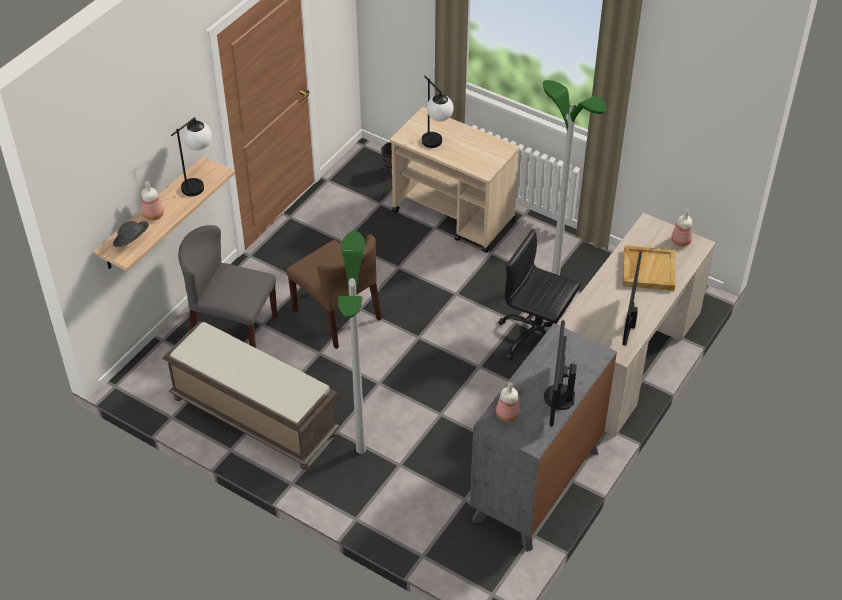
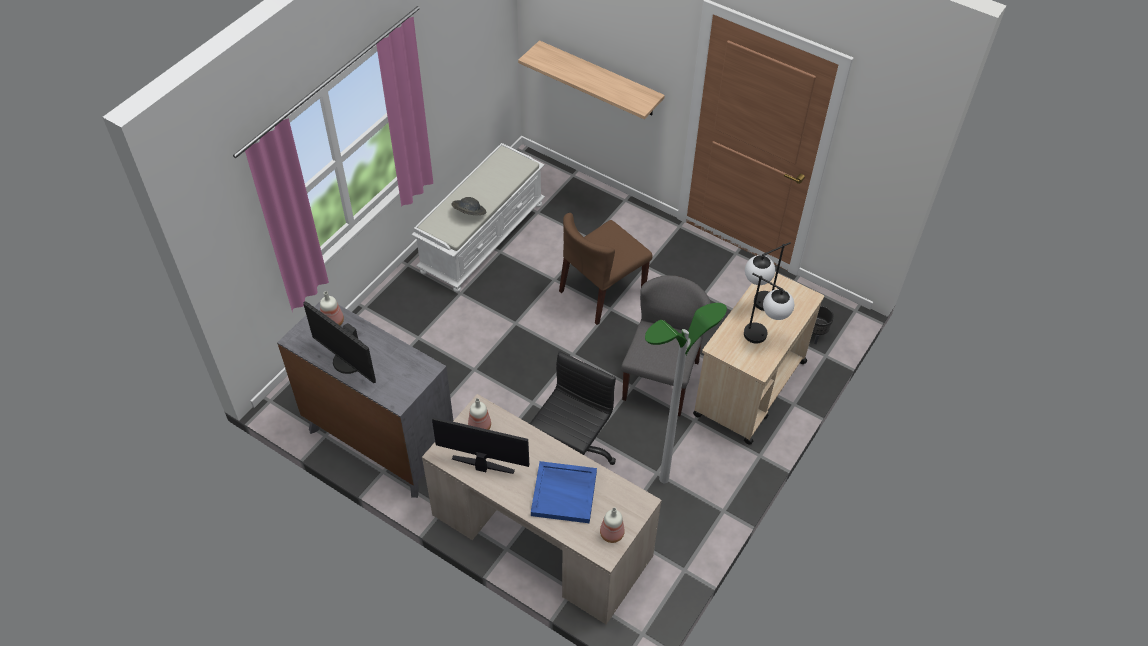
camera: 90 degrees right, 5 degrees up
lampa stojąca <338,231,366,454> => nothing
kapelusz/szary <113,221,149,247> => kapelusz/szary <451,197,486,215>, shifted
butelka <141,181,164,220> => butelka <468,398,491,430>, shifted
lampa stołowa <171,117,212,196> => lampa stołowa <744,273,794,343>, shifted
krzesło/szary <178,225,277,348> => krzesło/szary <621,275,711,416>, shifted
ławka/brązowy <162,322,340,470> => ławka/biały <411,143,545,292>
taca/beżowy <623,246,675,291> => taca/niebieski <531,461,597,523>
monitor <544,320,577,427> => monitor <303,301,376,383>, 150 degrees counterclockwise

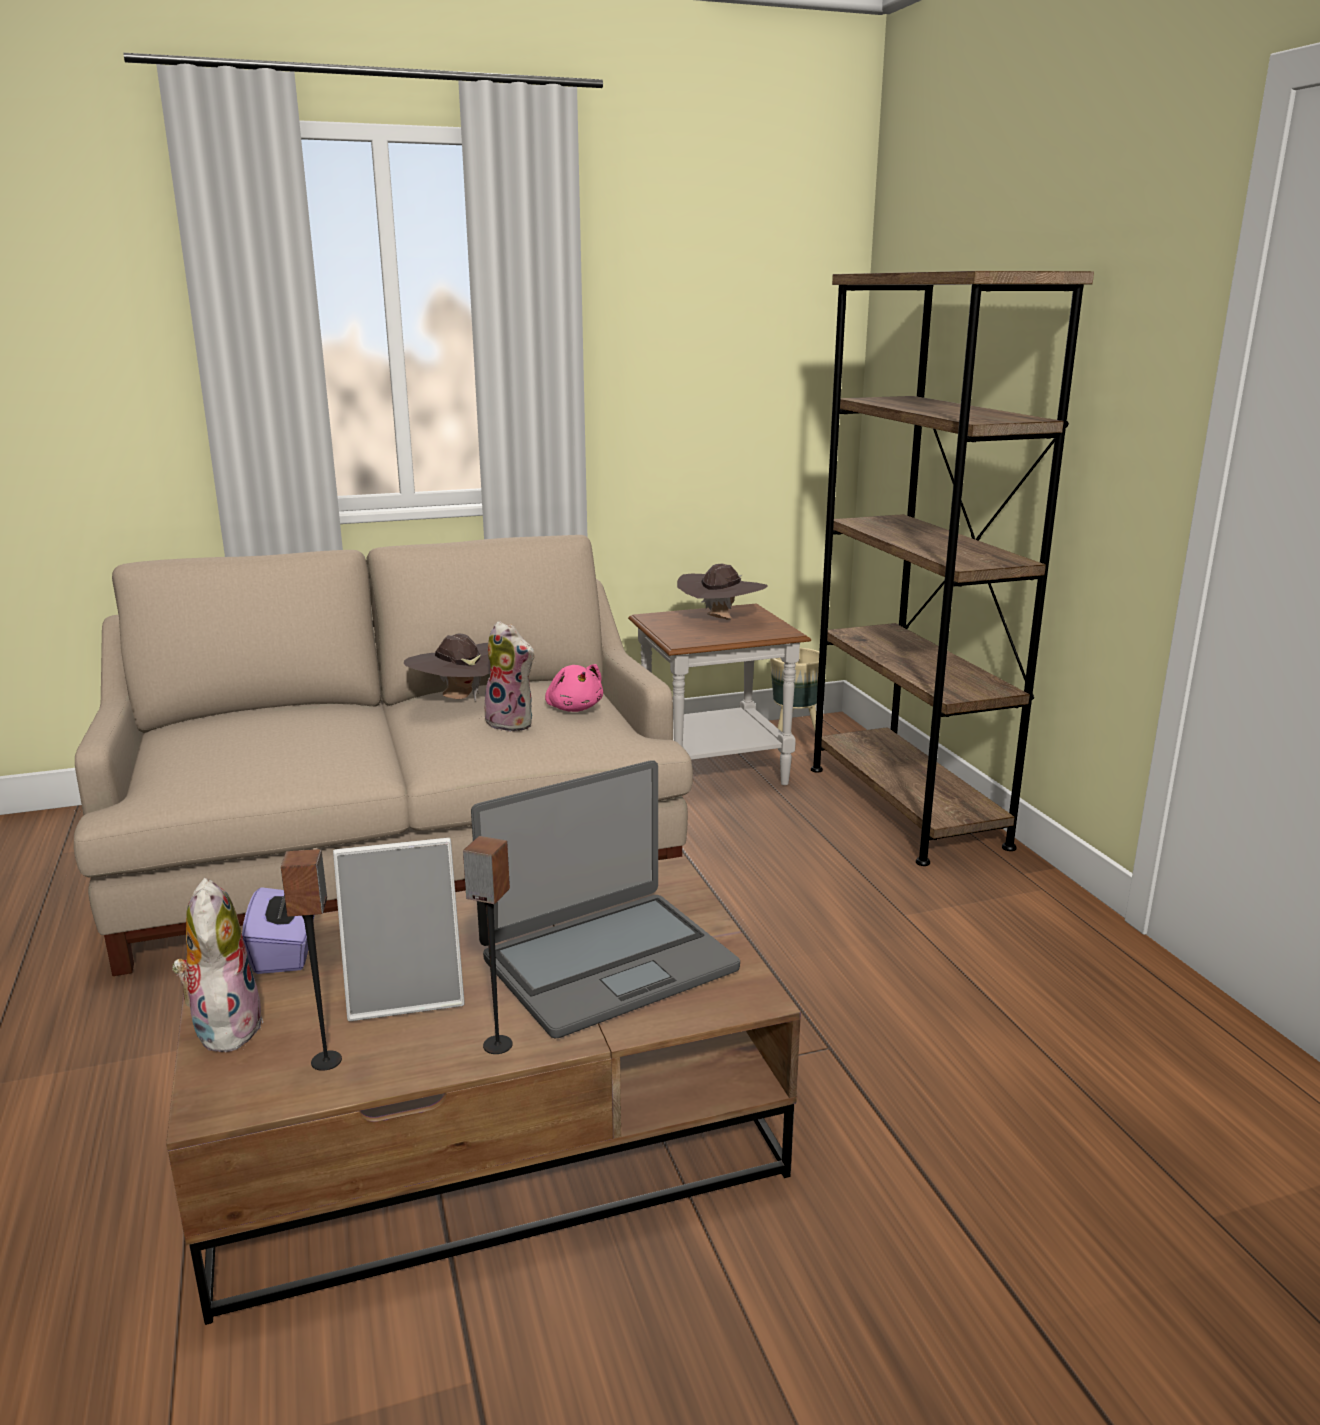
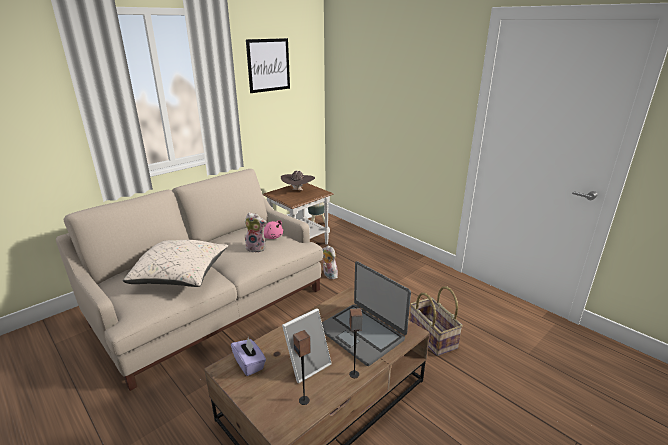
camera: 25 degrees left, 5 degrees up
kapelusz/brązowy <404,633,491,702> => nothing
regał/brązowy <811,271,1094,866> => nothing
nothing => poduszka/beżowy <123,240,228,287>
nothing => obraz <246,38,290,93>
nothing => koszyk <409,286,463,356>
pluszak <172,878,263,1052> => pluszak <323,245,338,279>, shifted
laptop <471,760,740,1039> => laptop <322,261,411,366>, 105 degrees clockwise

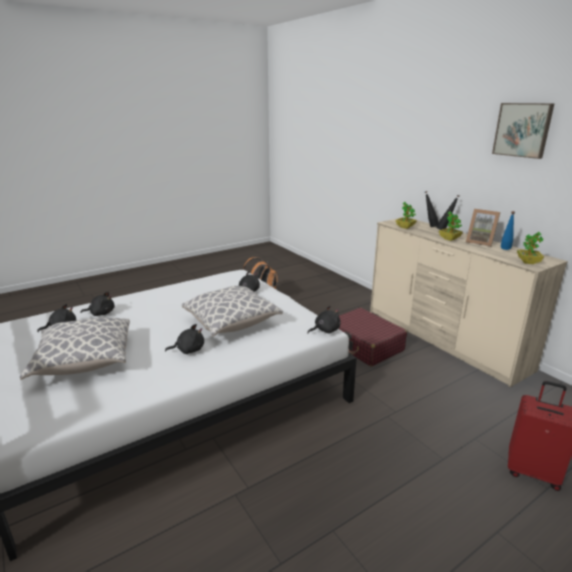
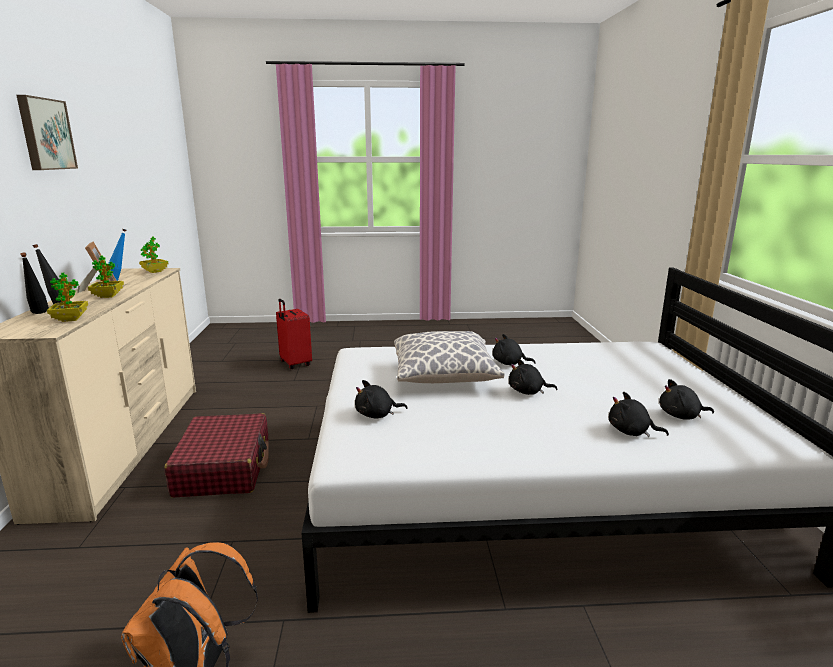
camera: 150 degrees left, 5 degrees down
poduszka <20,317,130,380> => nothing
pluszak/czarny <307,306,341,333> => pluszak/czarny <509,359,557,395>, shifted

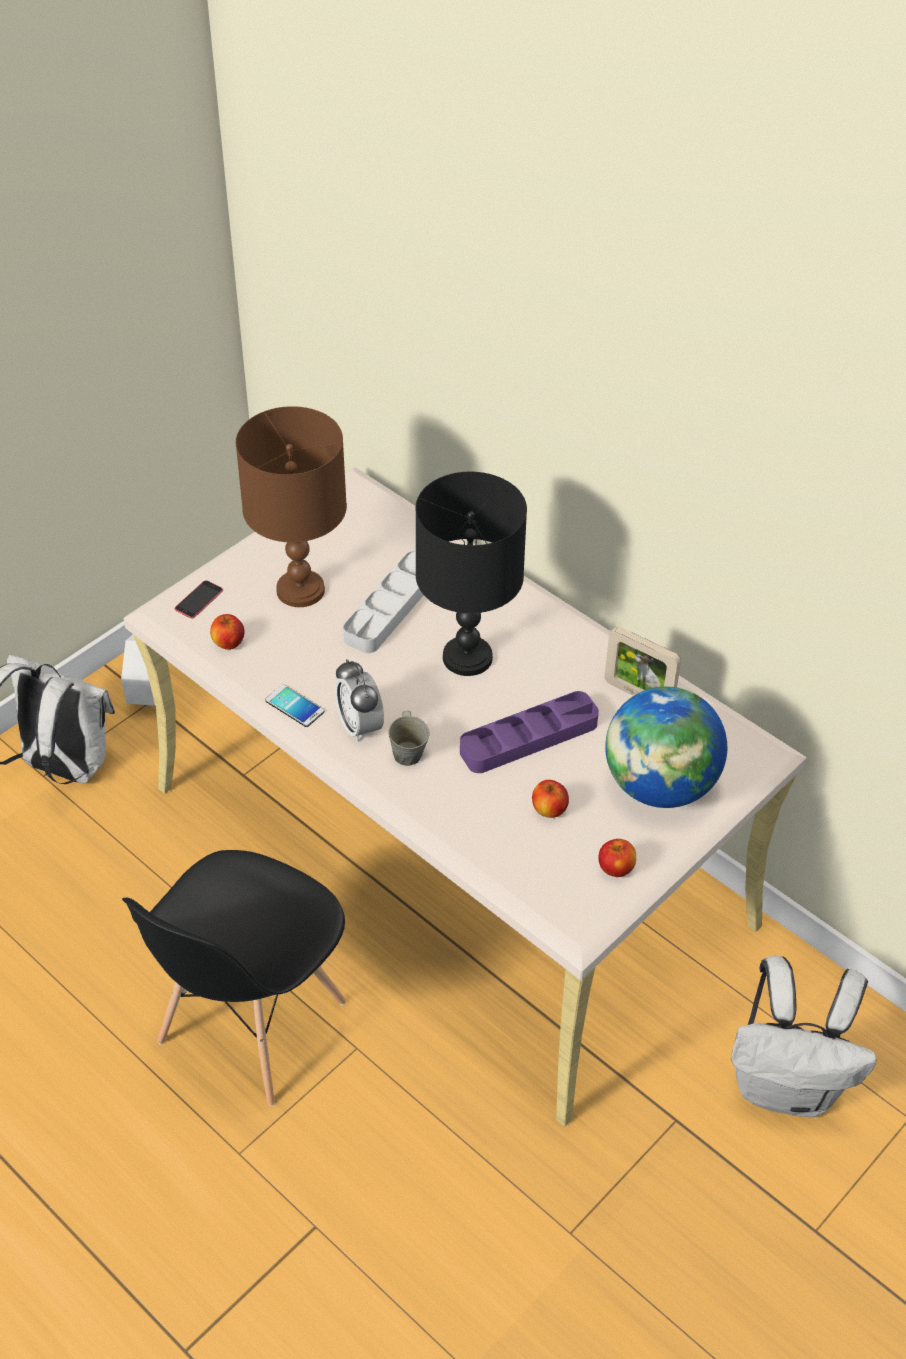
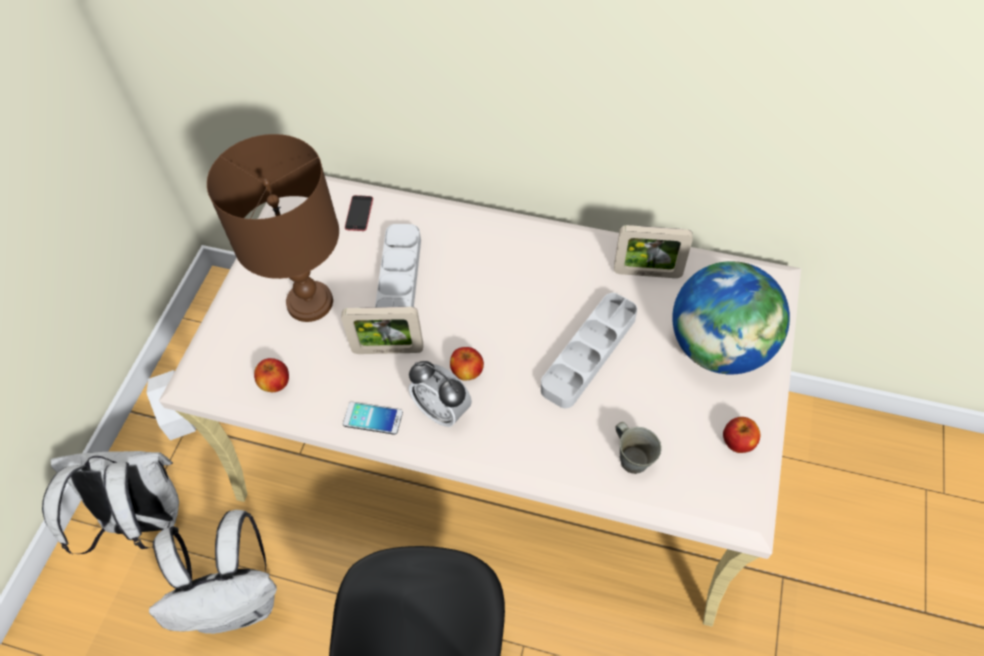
camera: 25 degrees left, 10 degrees up
lampa stołowa/czarny <416,472,527,676> => nothing
nothing => ramka na zdjęcie <341,307,423,354>
telefon <175,580,223,619> => telefon <345,195,373,231>, shifted
kubek/szary <388,711,429,766> => kubek/szary <616,422,662,474>, shifted
jabłko <532,780,569,818> => jabłko <450,347,484,381>, shifted
plecak/biały <731,956,877,1117> => plecak/biały <149,510,277,634>, shifted
taca/fioletowy <460,691,599,773> => taca/szary <541,293,637,408>

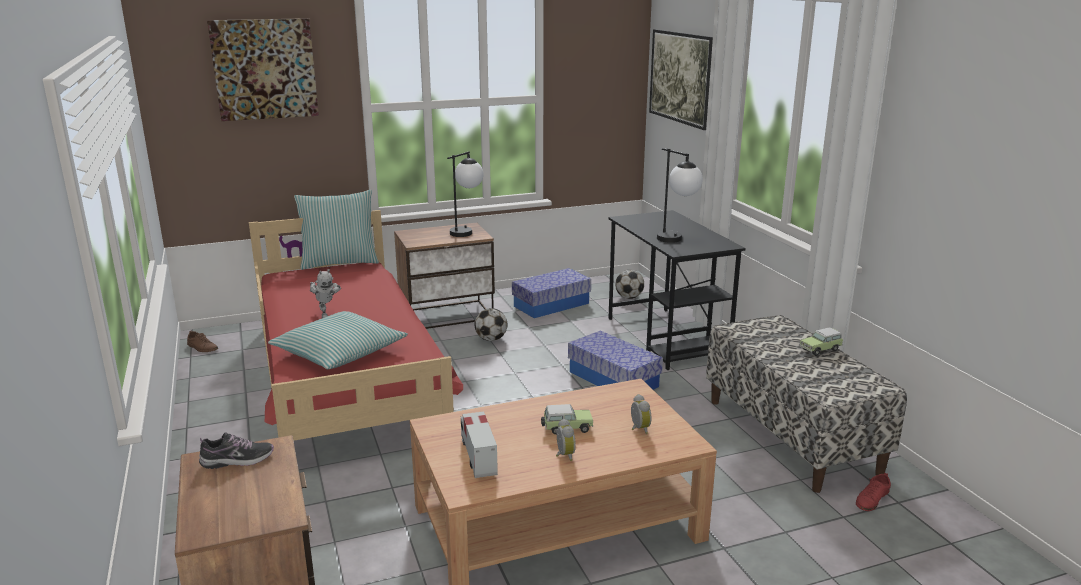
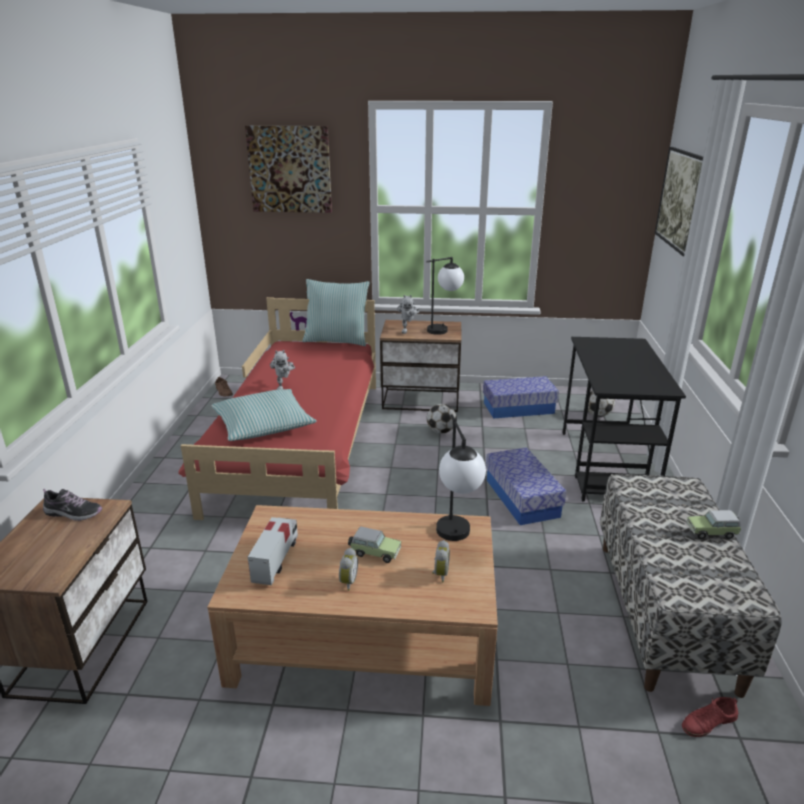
camera: 25 degrees right, 5 degrees up
nothing => robot zabawkowy <397,295,419,334>
lampa stołowa <657,148,703,243> => lampa stołowa <436,414,486,541>, shifted

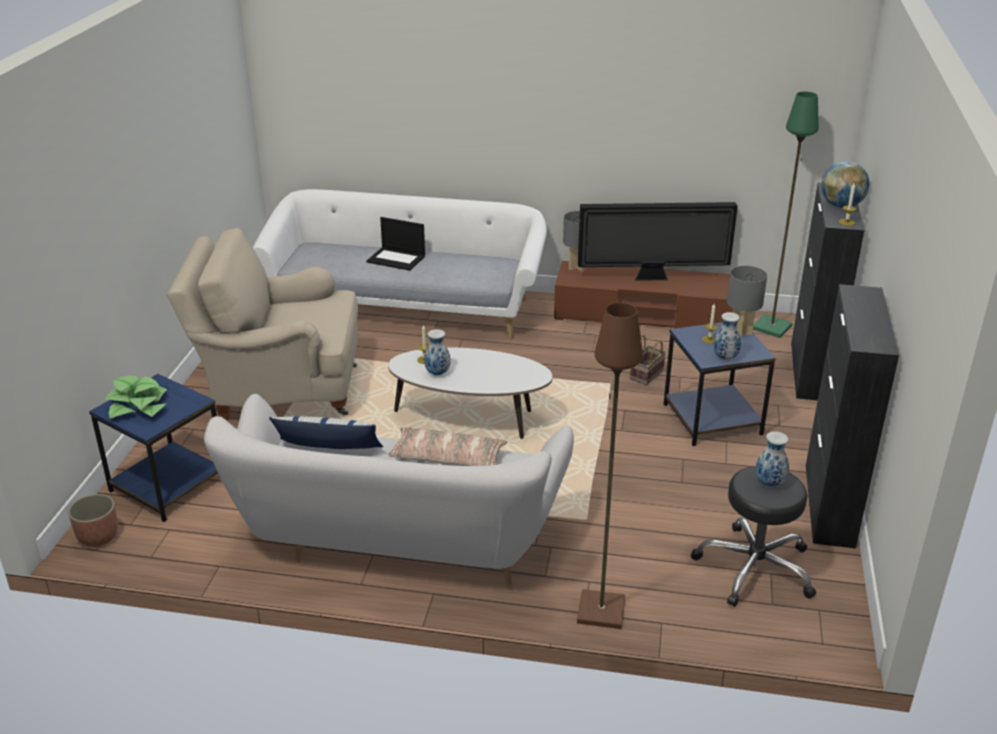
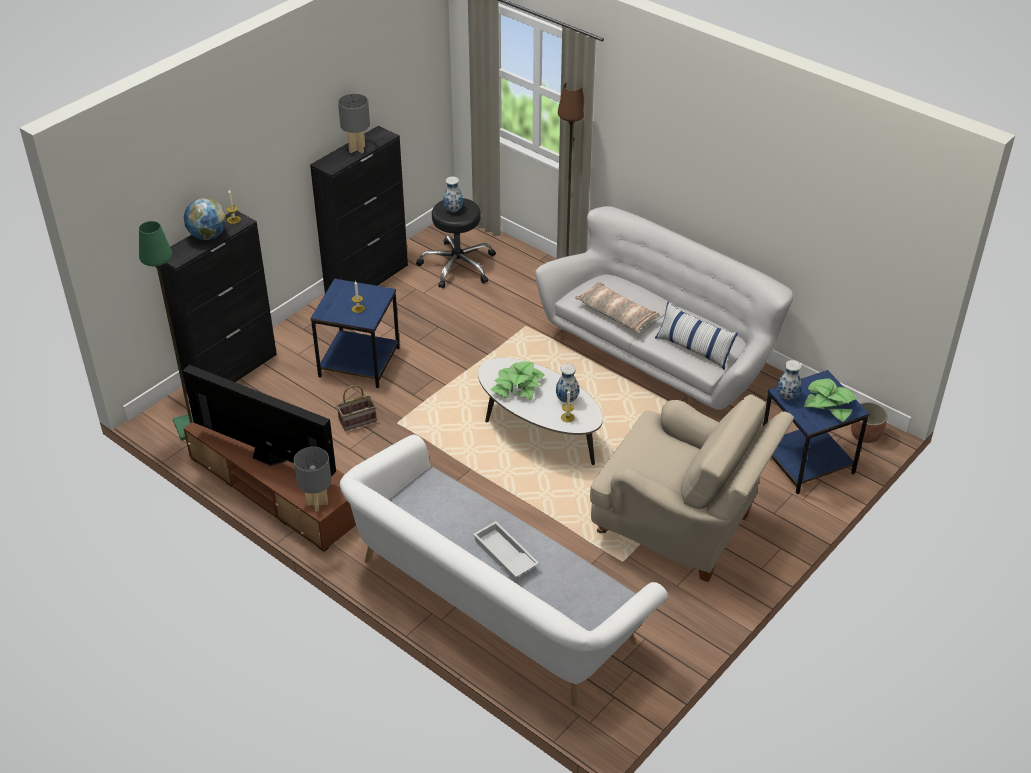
camera: 150 degrees left, 10 degrees up
nothing => roślina doniczkowa <490,361,544,400>
wazon <713,312,741,360> => wazon <777,360,802,400>, shifted
lampa stołowa/szary <727,266,767,338> => lampa stołowa/szary <338,93,370,153>, shifted
laptop <367,217,425,271> => taca/biały <473,521,539,577>

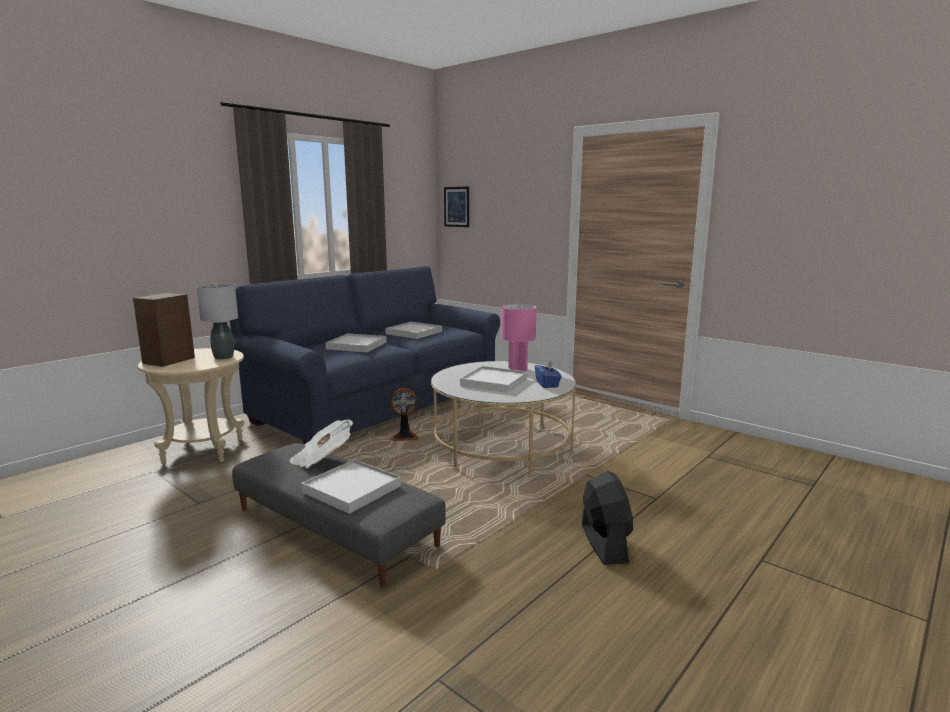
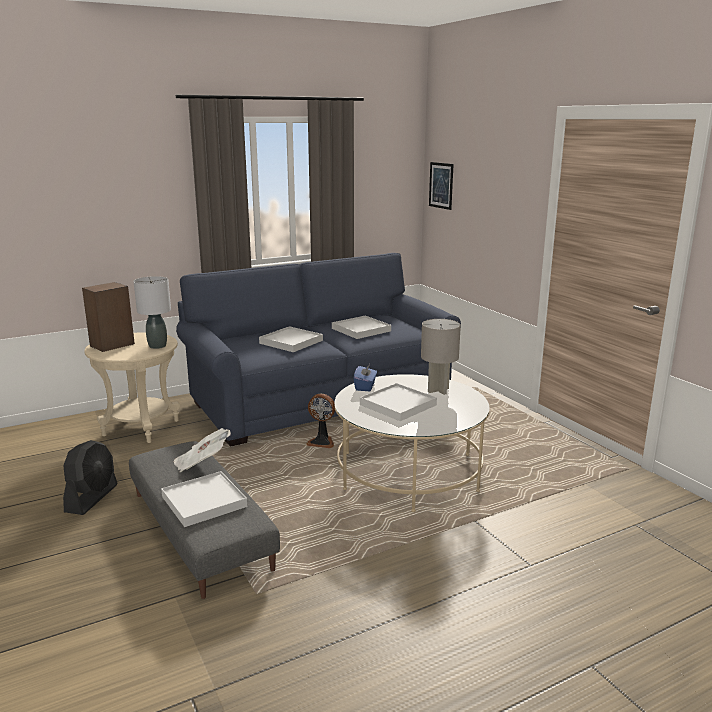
camera: 20 degrees right, 5 degrees up
pudełko chusteczek/niebieski <535,361,561,388> => pudełko chusteczek/niebieski <354,364,377,391>, shifted
wentylator/czarny <582,471,633,565> => wentylator/czarny <63,440,117,515>, shifted
lampa stołowa/różowy <501,304,537,371> => lampa stołowa/szary <421,319,461,395>

